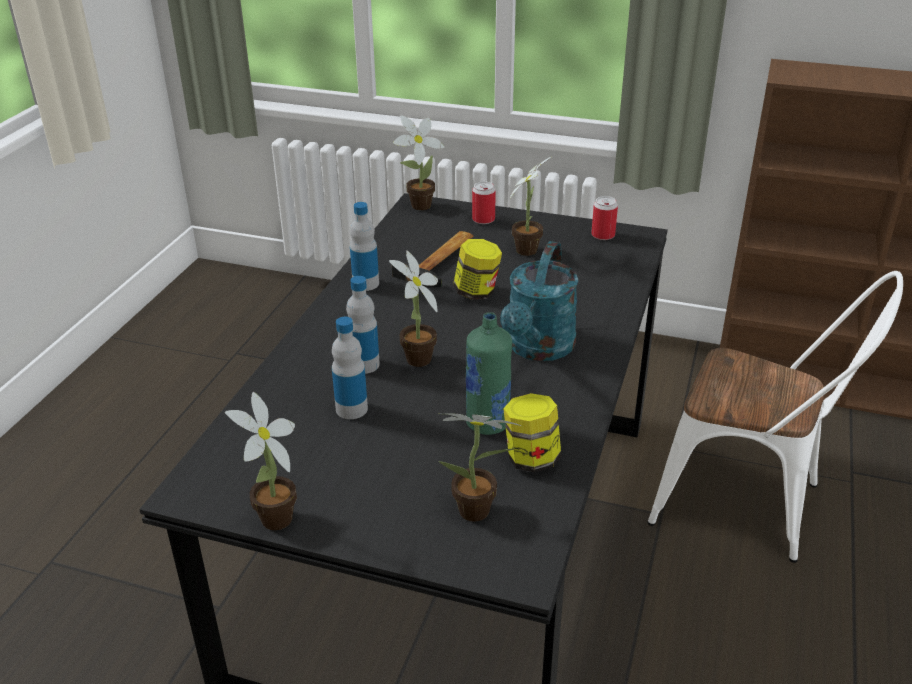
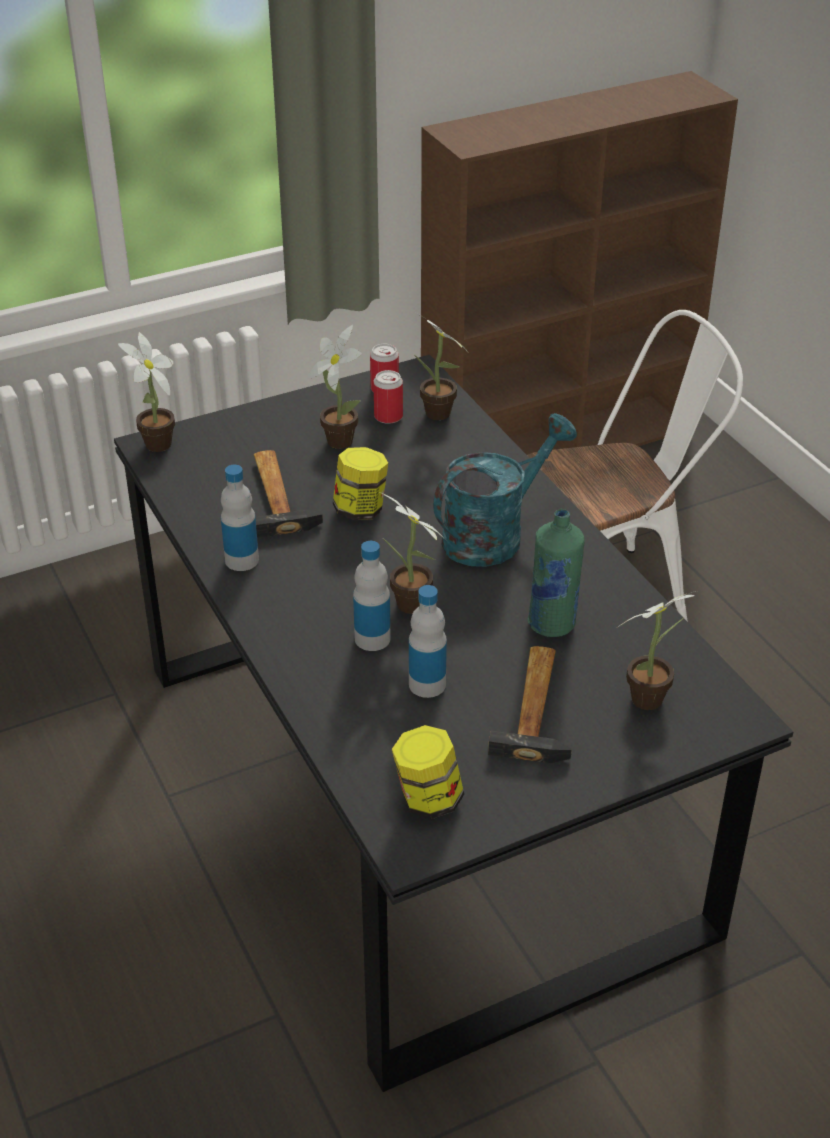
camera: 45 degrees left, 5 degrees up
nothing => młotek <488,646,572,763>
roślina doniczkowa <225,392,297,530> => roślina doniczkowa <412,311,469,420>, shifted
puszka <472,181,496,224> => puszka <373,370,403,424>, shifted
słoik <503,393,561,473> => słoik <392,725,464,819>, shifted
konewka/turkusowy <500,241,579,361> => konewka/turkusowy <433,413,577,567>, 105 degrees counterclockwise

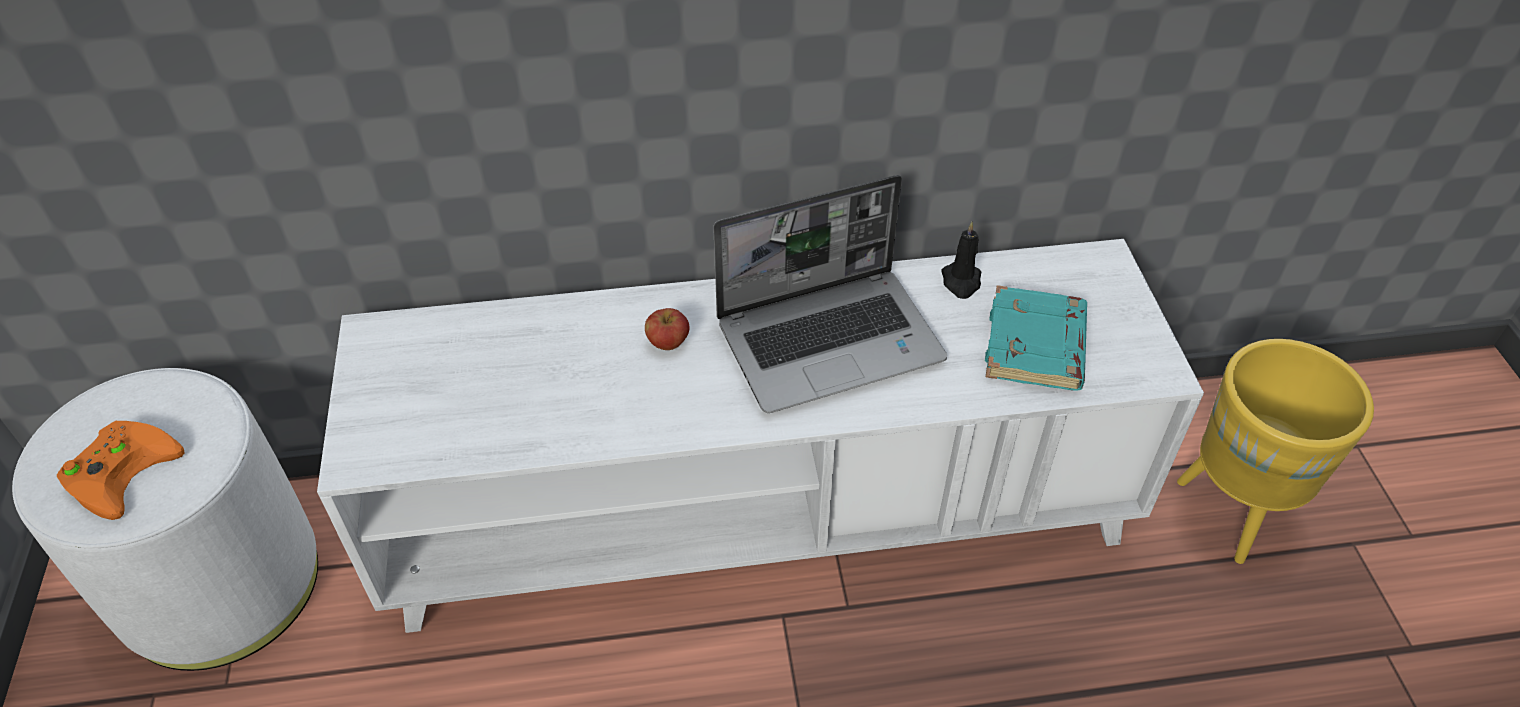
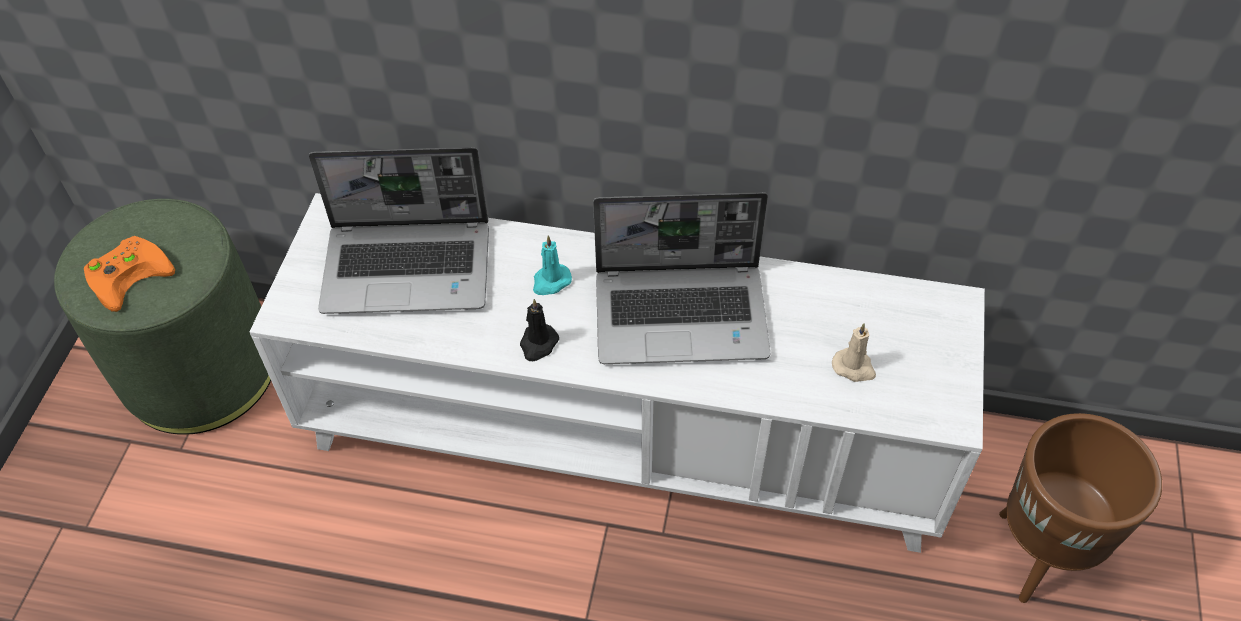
camera: 20 degrees right, 5 degrees up
nothing => laptop <309,147,489,314>
świeca/czarny <941,222,981,299> => świeca/czarny <520,299,559,361>, shifted
jabłko <645,308,690,350> => świeca/turkusowy <533,235,572,295>
książka/turkusowy <985,285,1087,391> => świeca/beżowy <832,323,876,382>
pufa/biały <12,368,318,671> => pufa/zielony <54,199,271,435>
donica/żółty <1177,339,1374,564> => donica/brązowy <999,413,1162,603>

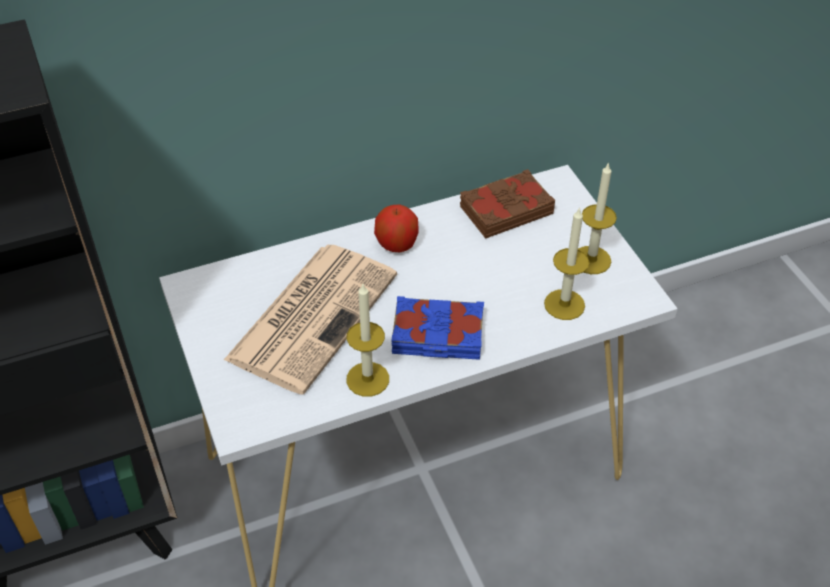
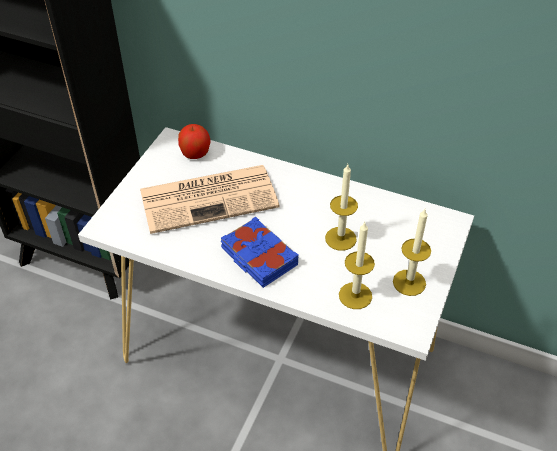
camera: 45 degrees right, 0 degrees up
książka/brązowy <460,169,555,239> => nothing
świeca <346,284,389,396> => świeca <325,164,358,251>, shifted
jabłko <374,205,419,252> => jabłko <178,124,211,159>, shifted

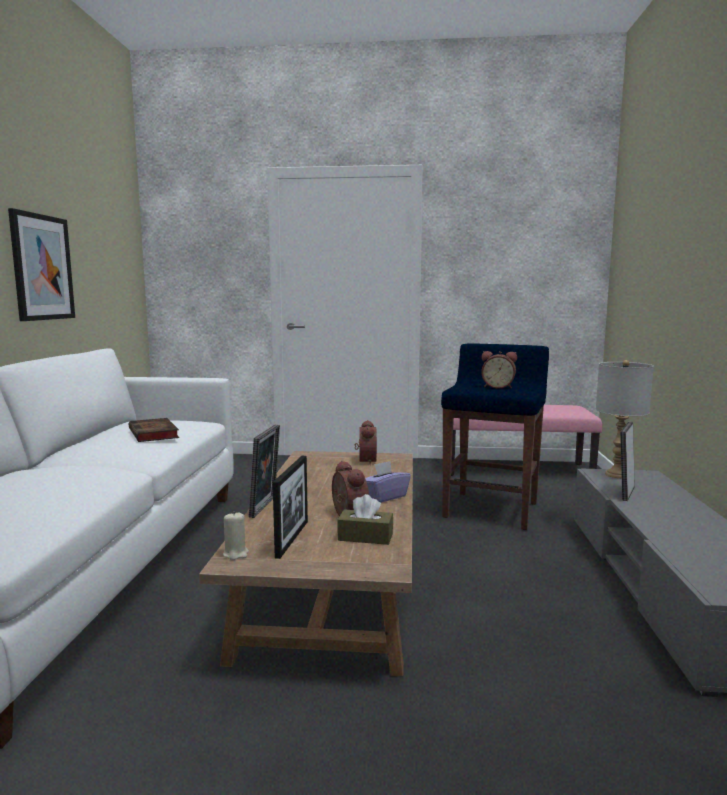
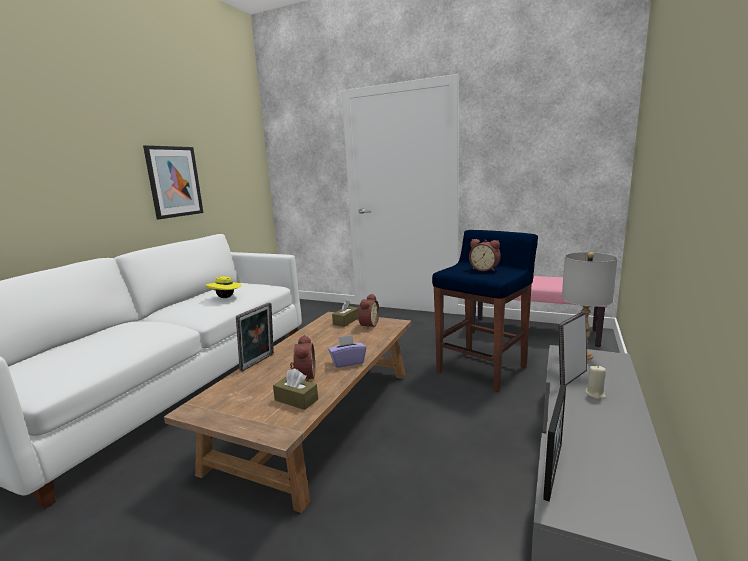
camera: 20 degrees right, 5 degrees up
nothing => pudełko chusteczek/brązowy <332,300,358,327>
świeca/beżowy <223,511,249,560> => świeca/beżowy <586,365,607,399>, shifted
ramka na zdjęcie <273,456,308,559> => ramka na zdjęcie <543,384,566,501>, shifted
książka <129,418,179,442> => kapelusz/żółty <206,276,242,298>

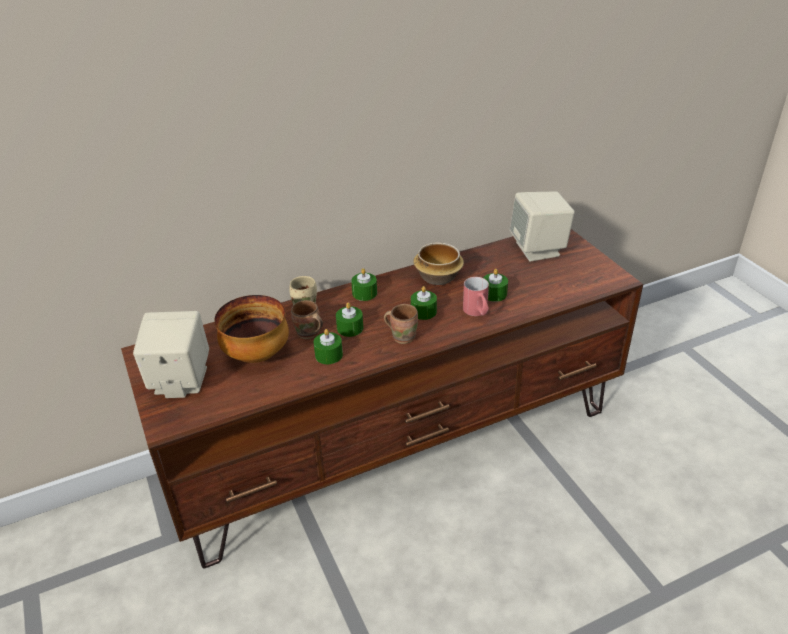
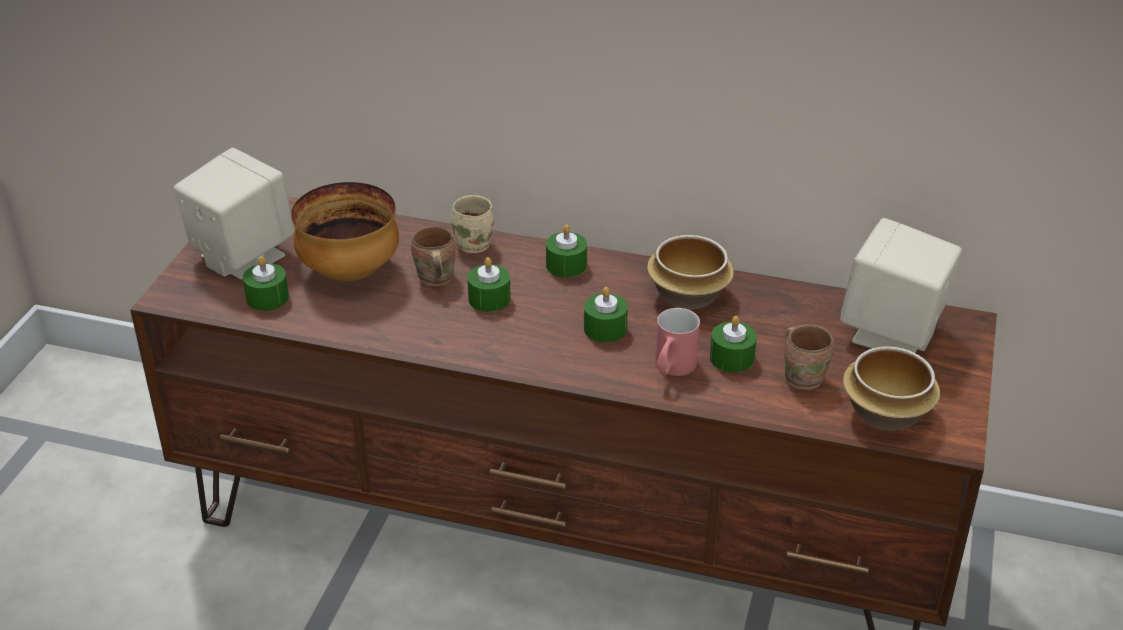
camera: 40 degrees right, 0 degrees up
nothing => miska <843,347,940,430>
świeca/zielony <313,329,343,364> => świeca/zielony <243,256,289,311>, shifted
kubek/brązowy <384,304,418,344> => kubek/brązowy <784,324,834,390>, shifted

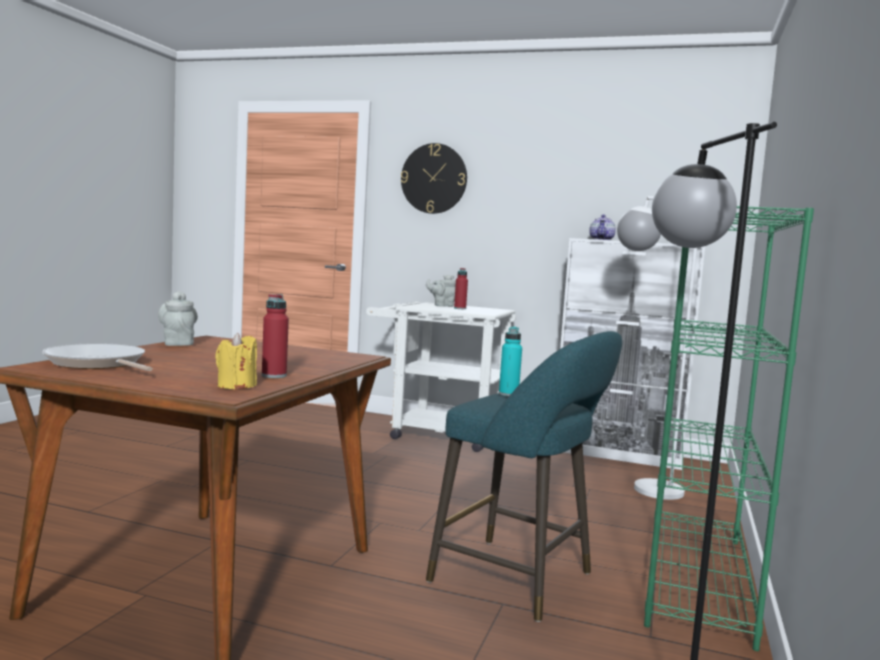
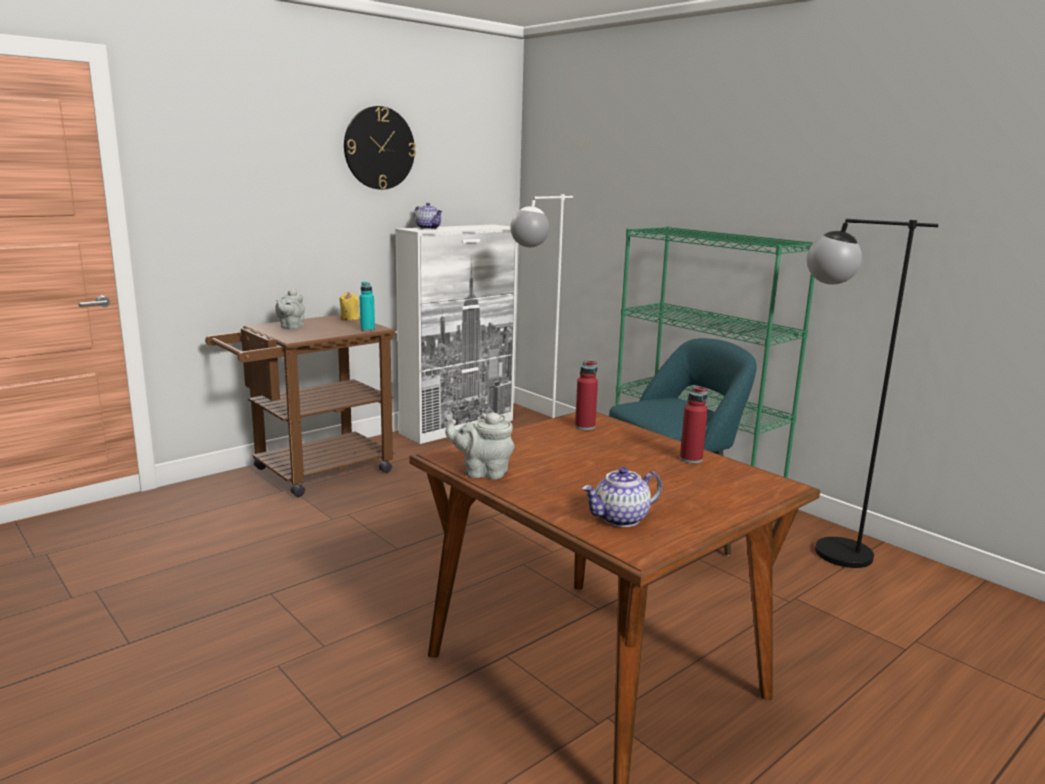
camera: 60 degrees left, 10 degrees up
świeca/żółty <215,333,257,389> => świeca/żółty <339,292,359,320>, shifted
zegar ścienny <401,143,467,214> => zegar ścienny <344,106,416,190>, shifted
butelka/czerwony <454,268,468,309> => butelka/czerwony <575,360,598,430>, shifted
butelka/turkusowy <499,327,522,396> => butelka/turkusowy <360,282,375,331>, shifted
patelnia <42,343,153,371> => imbryk <582,467,662,527>
wózek/biały <366,302,516,452> => wózek/brązowy <205,314,395,497>

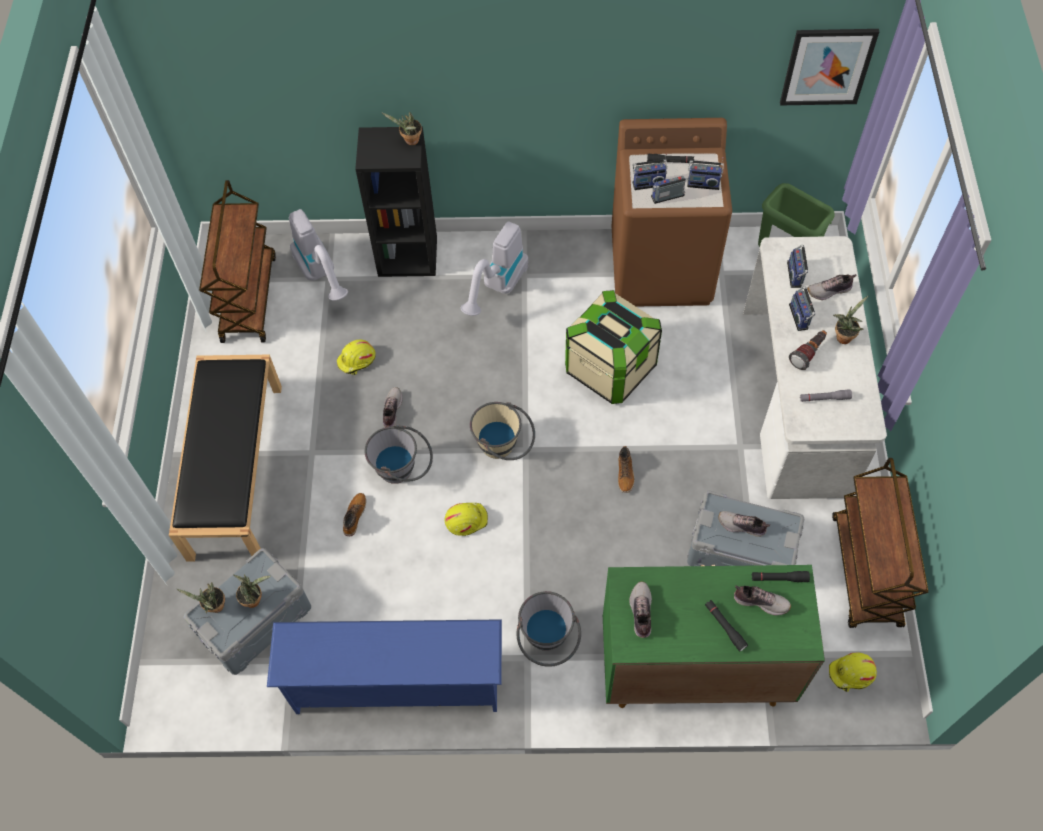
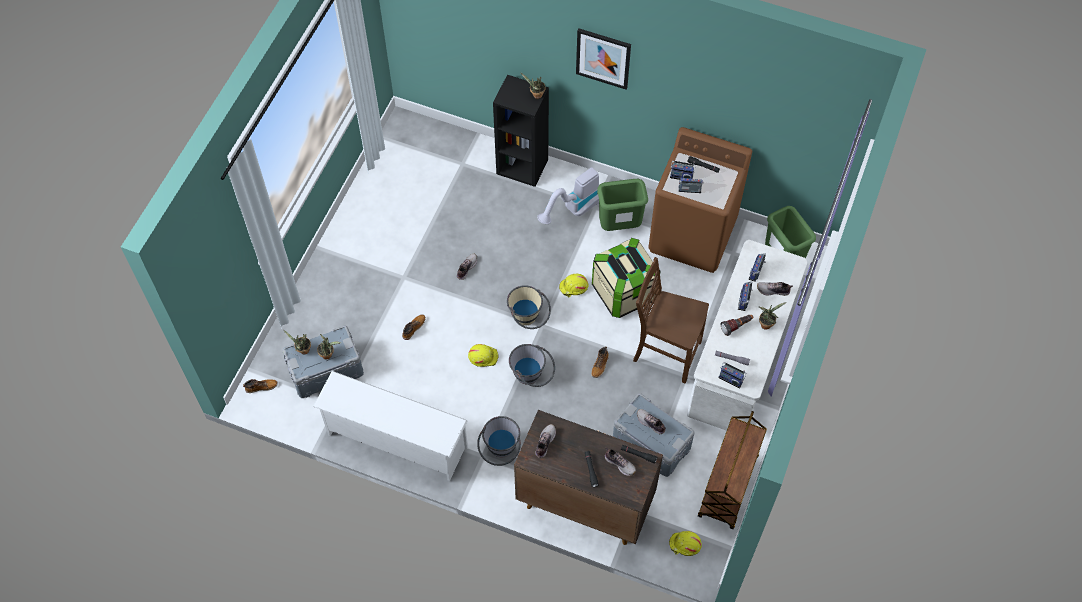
camera: 20 degrees right, 0 degrees up
ławka/czarny <169,355,282,562> => nothing
wózek/brązowy <199,180,276,343> => nothing
odkurzacz <289,209,348,300> => nothing
nothing => but z cholewką <243,379,278,393>
nothing => kosz na śmieci/zielony <597,179,648,231>
nothing => krzesło/brązowy <633,257,709,384>
kask/żółty <337,340,375,375> => kask/żółty <559,274,589,297>, shifted
wiadro/szary <365,424,433,484> => wiadro/szary <509,344,555,387>, shifted
radio <687,157,724,190> => radio <718,362,747,388>, shifted
obraz <780,29,879,105> => obraz <576,28,631,90>, shifted
regał na buty/niebieski <267,619,502,714> => regał na buty/biały <313,371,468,481>
szafka/zielony <603,565,825,708> => szafka/brązowy <514,410,663,545>

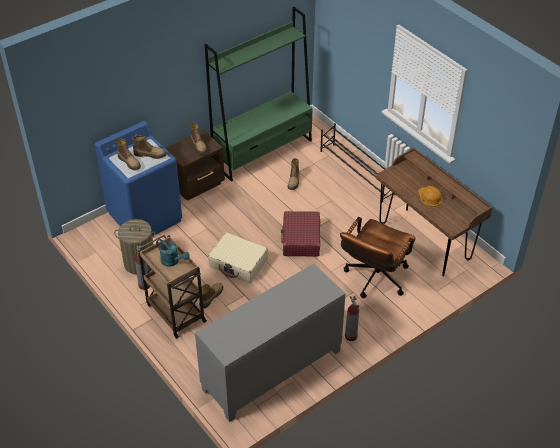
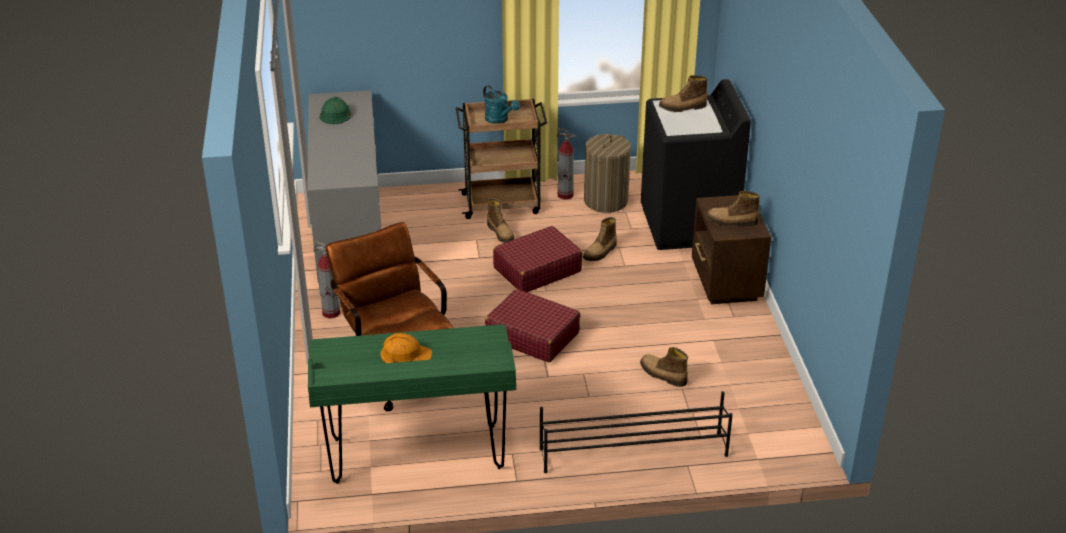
camera: 120 degrees right, 10 degrees down
regał/zielony <205,7,313,182> => nothing
nothing => kask/zielony <319,97,351,124>
but z cholewką <132,135,167,159> => but z cholewką <583,217,617,261>, shifted
pralka/niebieski <95,121,182,236> => pralka/czarny <641,79,751,250>
walizka/beżowy <208,233,268,283> => walizka/czerwony <493,226,582,292>
biurko/brązowy <376,148,492,276> => biurko/zielony <308,324,516,484>
konewka/turkusowy <156,239,190,267> => konewka/turkusowy <483,85,520,124>, 105 degrees counterclockwise

